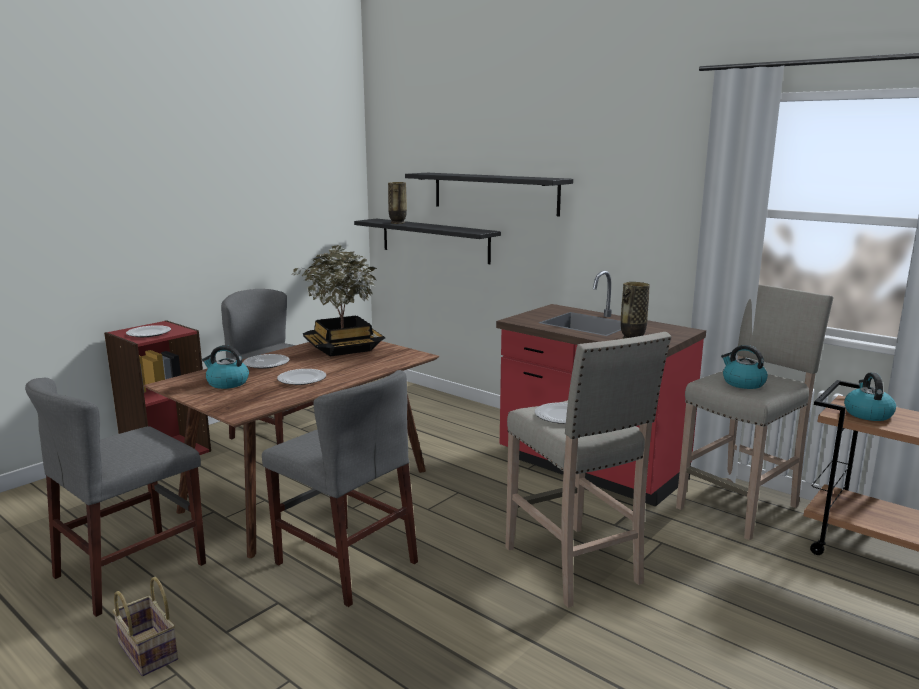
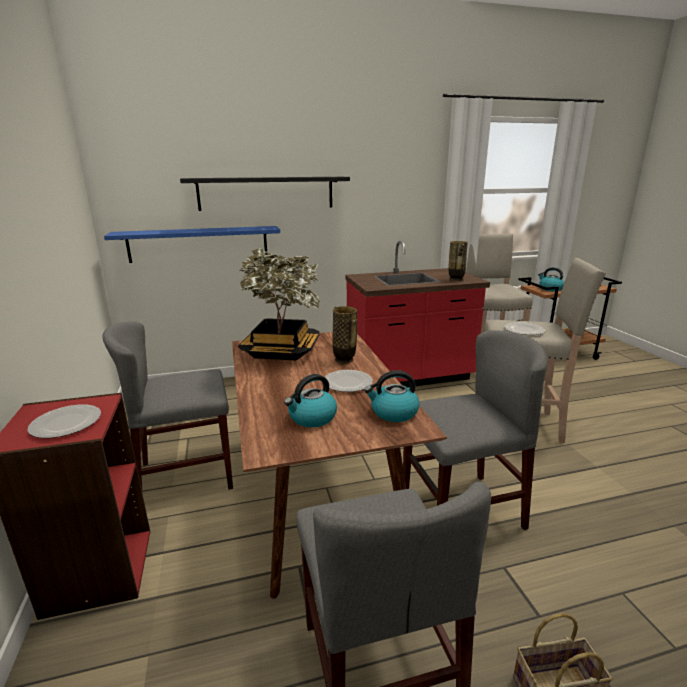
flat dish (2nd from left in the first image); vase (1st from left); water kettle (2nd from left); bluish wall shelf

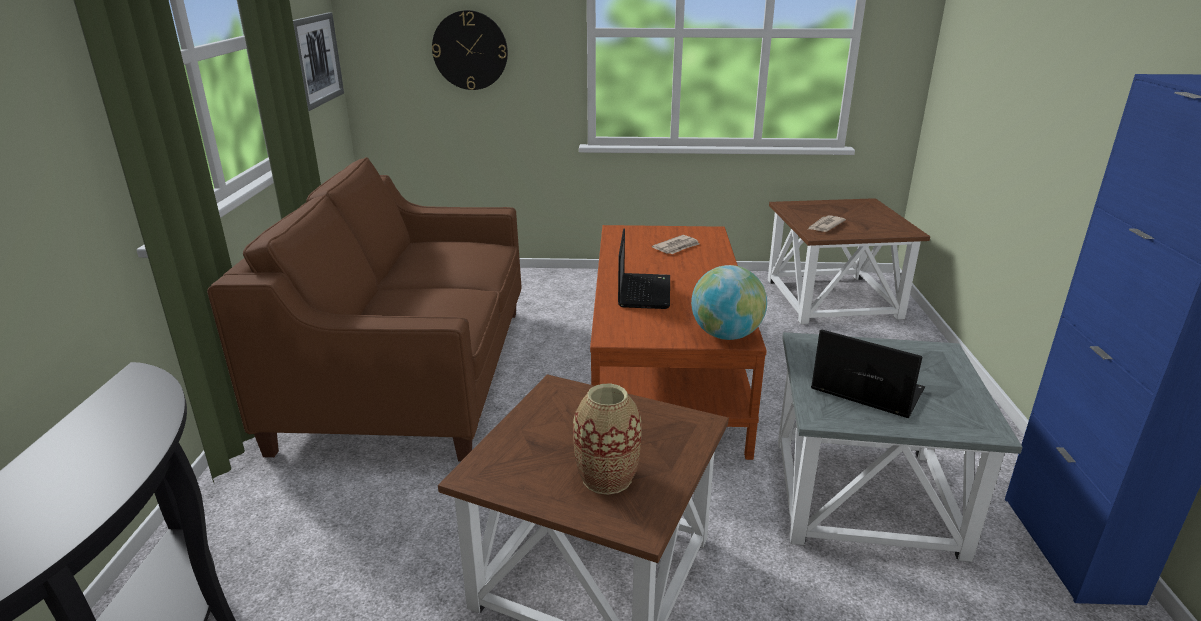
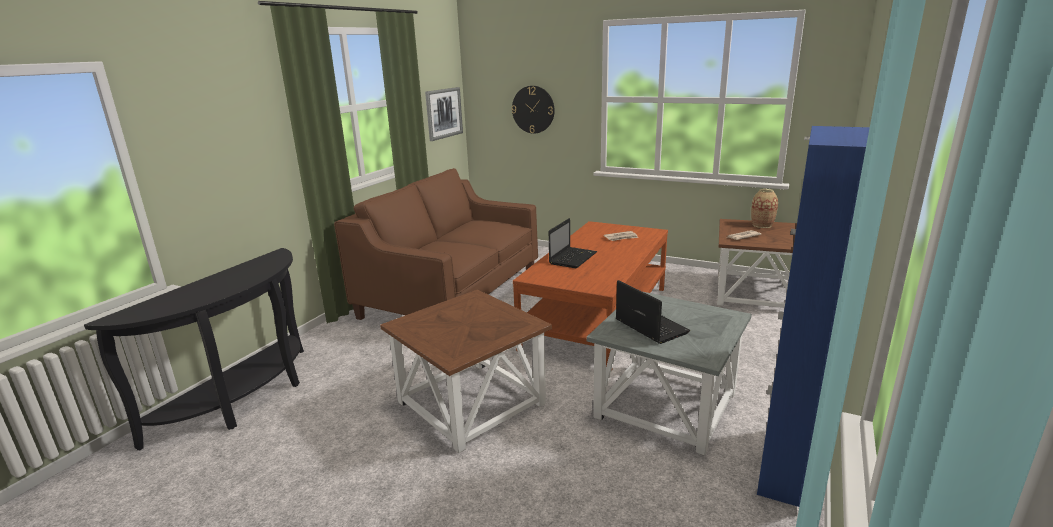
desk globe; vase

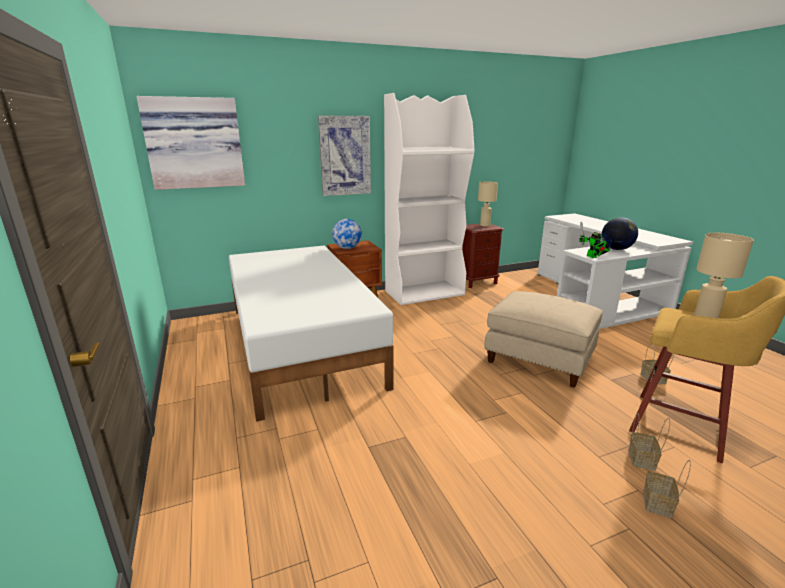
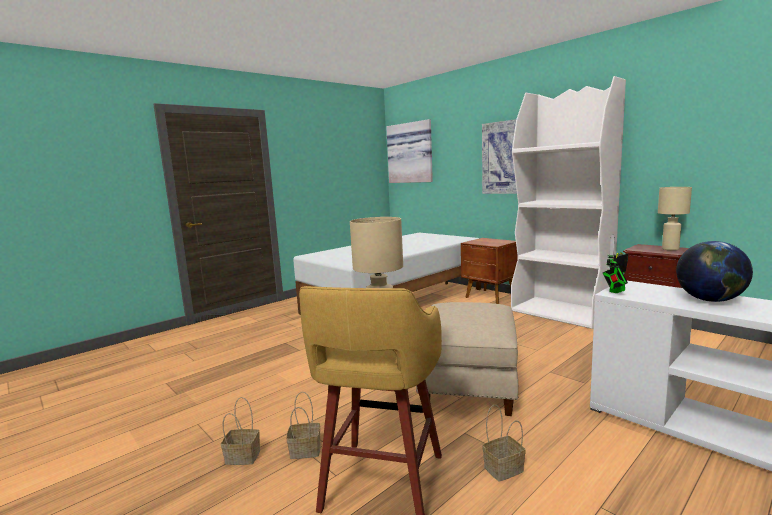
desk globe (1st from left in the first image)

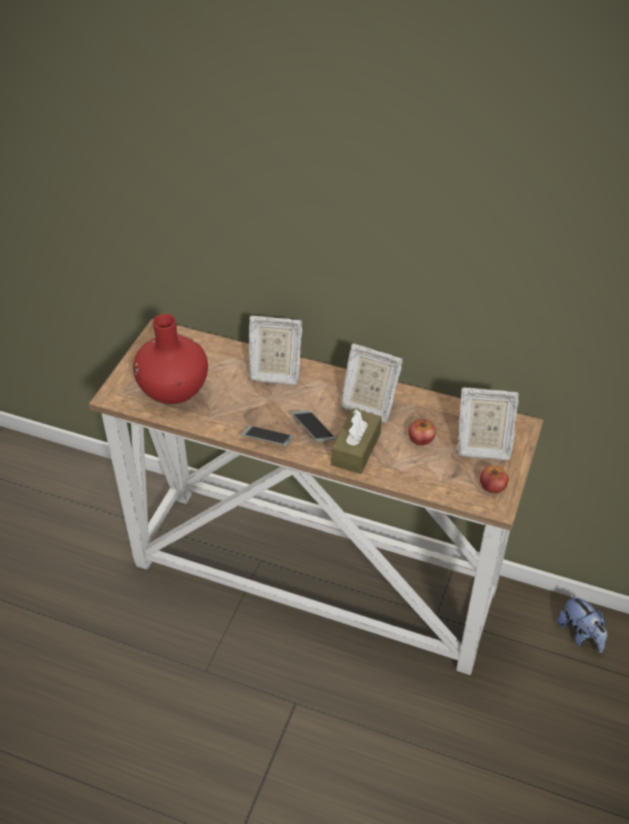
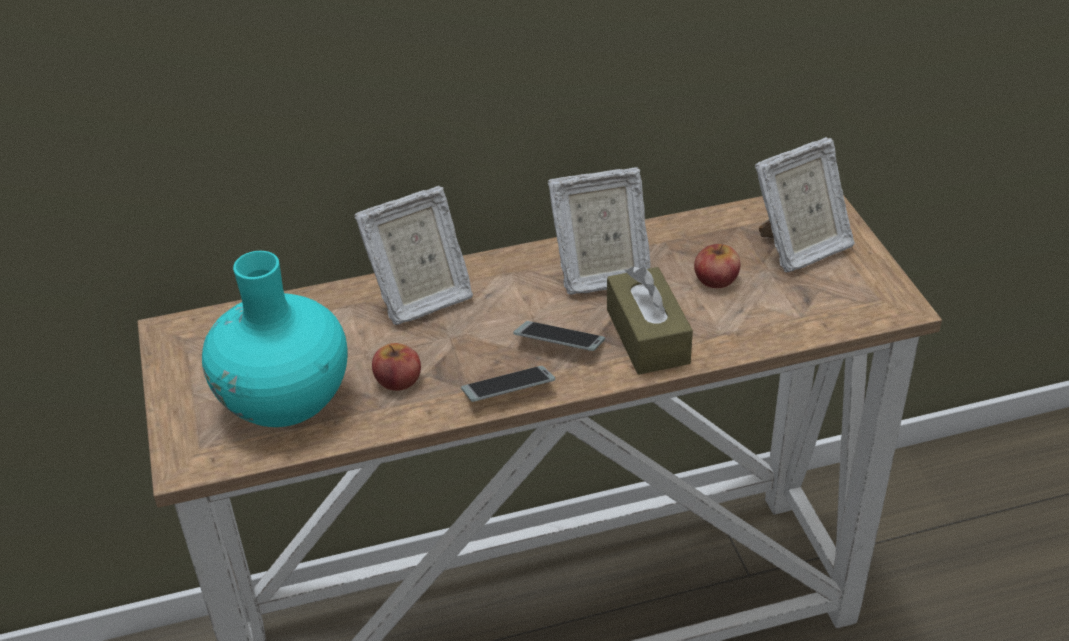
soft toy; apple fruit (1st from left); turquoise vase

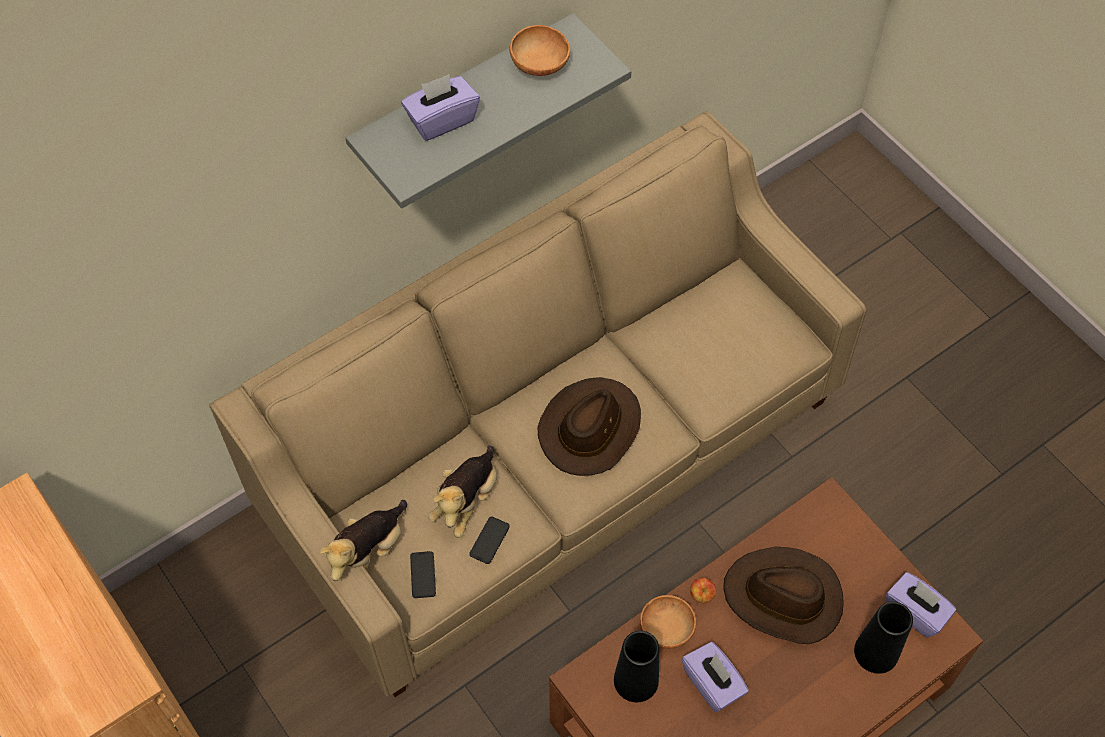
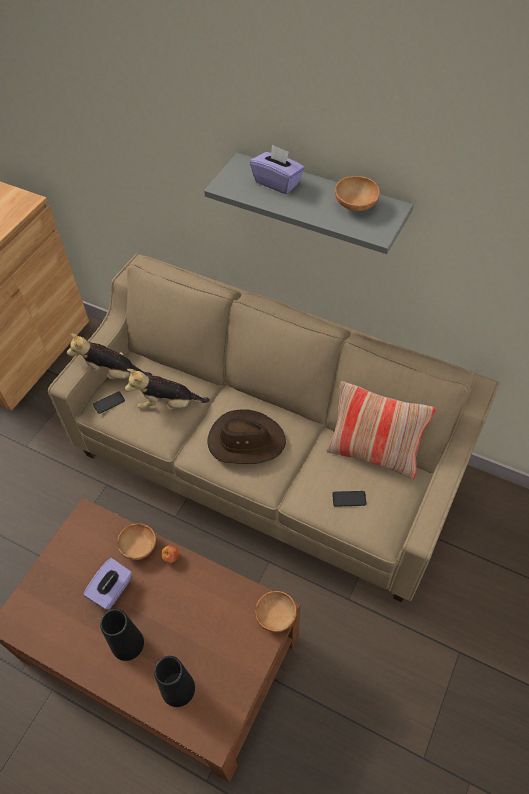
brownish clothing hat (2nd from left in the first image); purple tissue box (3rd from left in the first image); brownish serving bowl (2nd from left); pillow; telephone (2nd from left); black-coloured vase (1st from left)

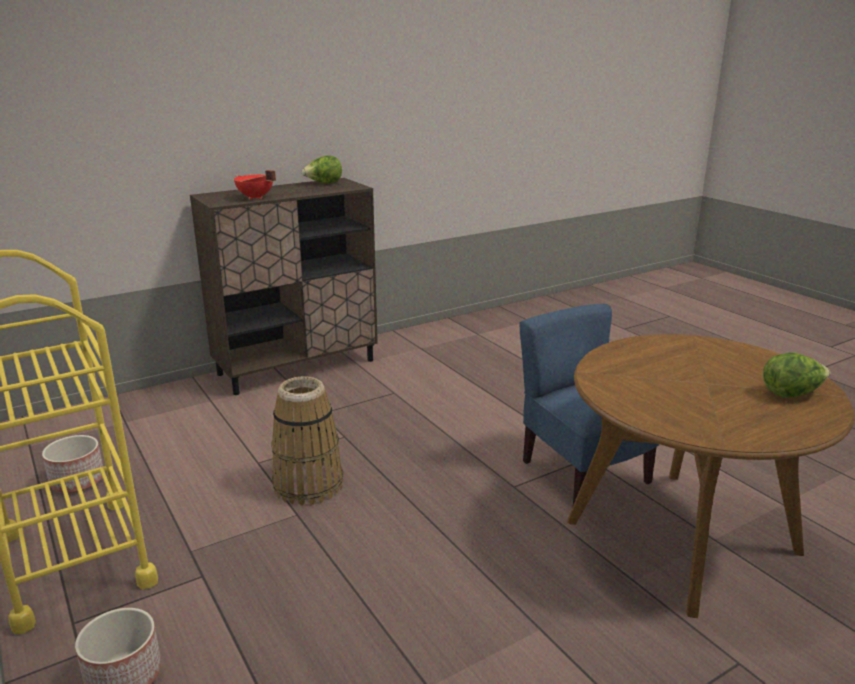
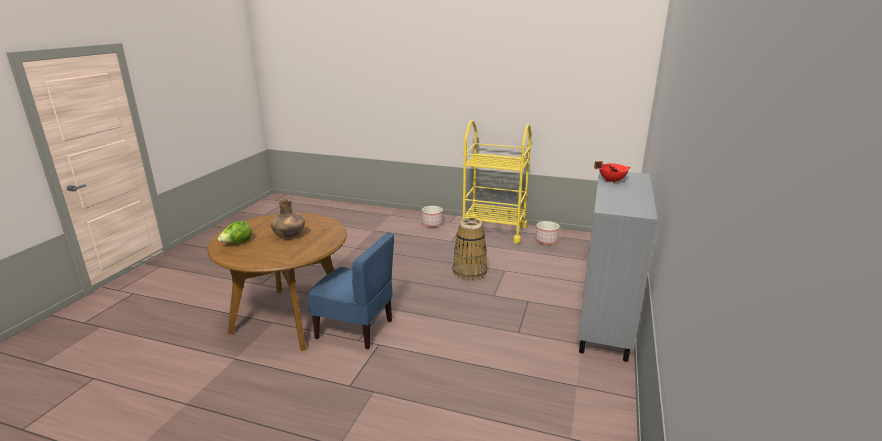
head of lettuce (1st from left in the first image); brownish vase; greyish storage cabinet

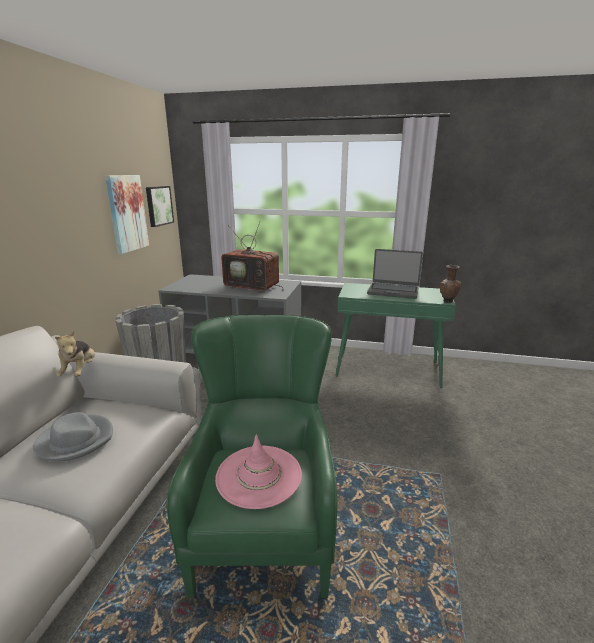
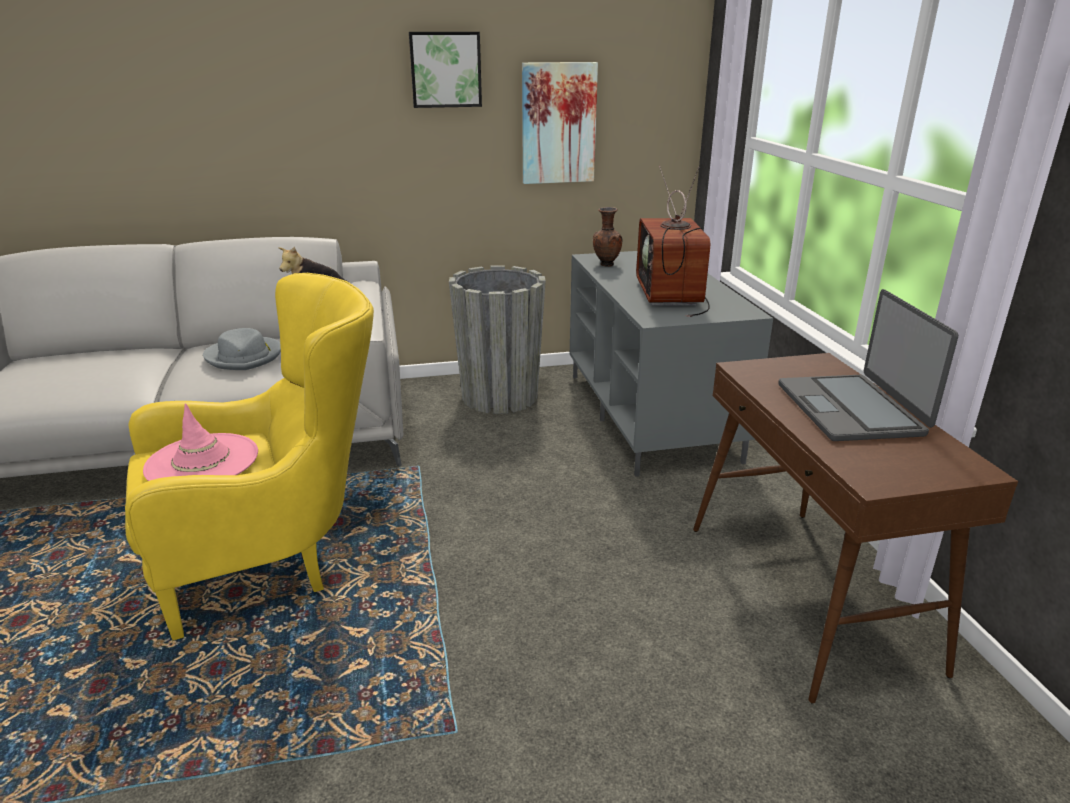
wall picture (1st from left); brownish vase; yellow-coloured easy chair; brownish narrow table

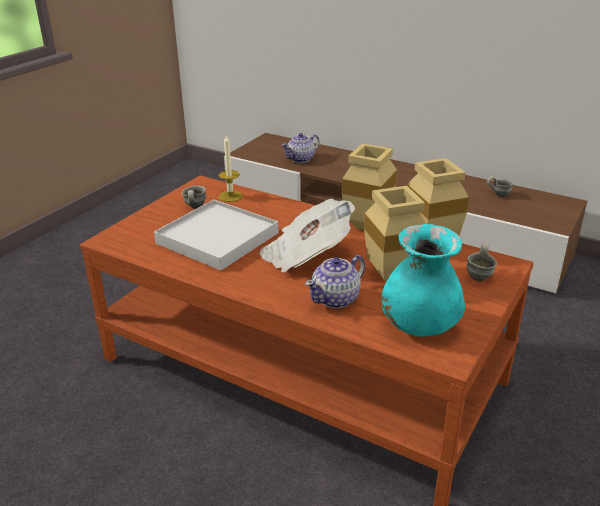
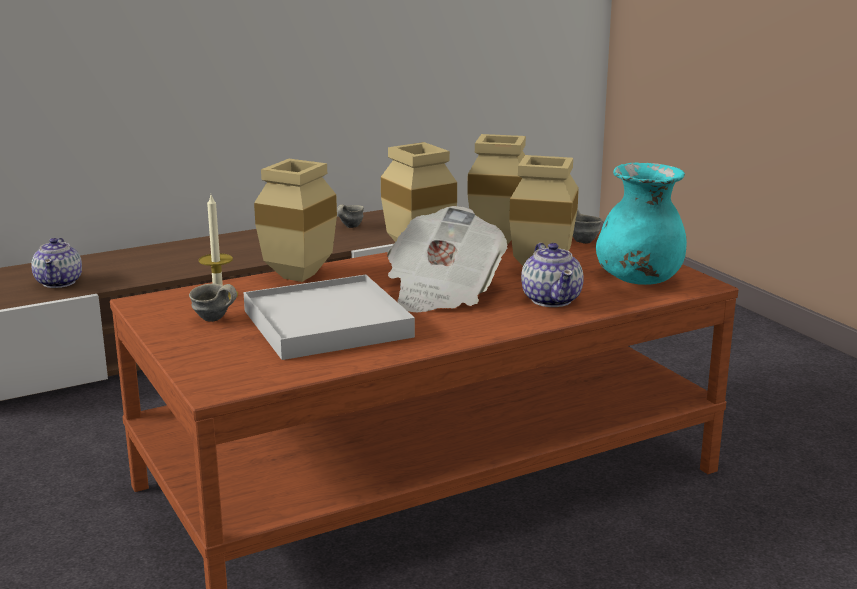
sand-coloured vase (1st from left)

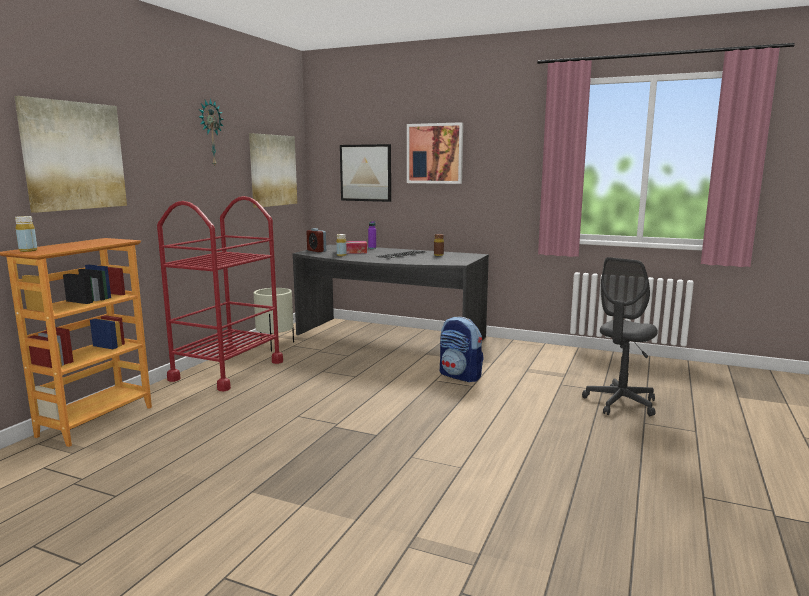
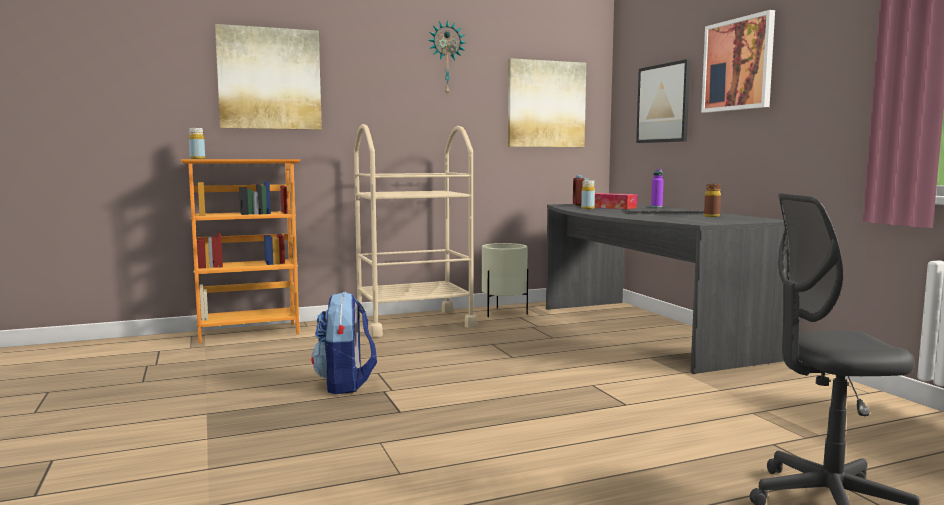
knapsack; sand-coloured cart

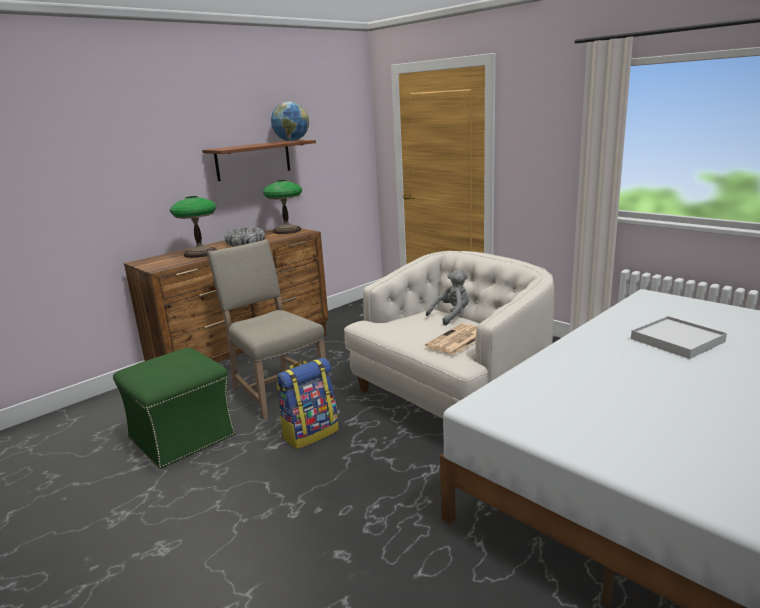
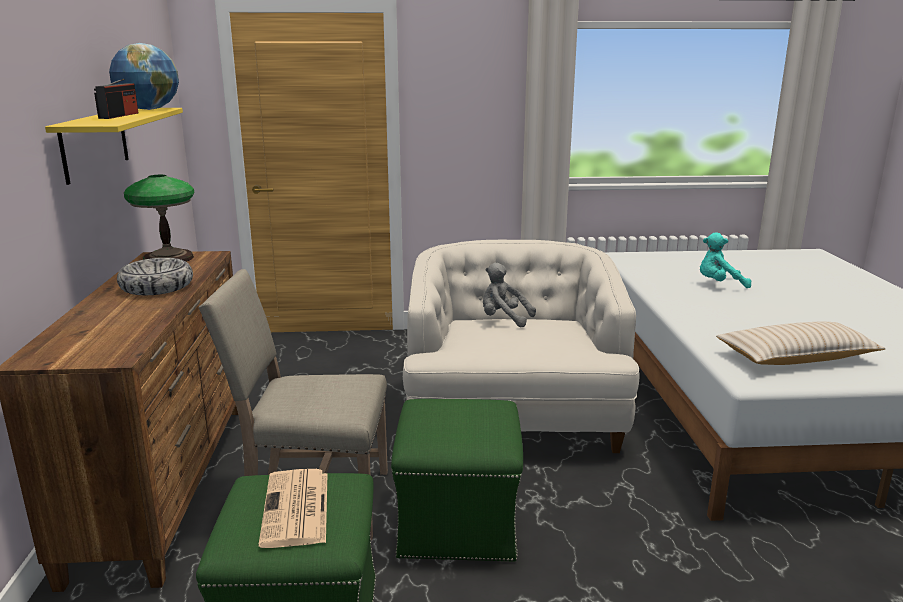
tabletop lamp (1st from left in the first image); radio set; sand-coloured pillow; newspaper; green-coloured pouffe (2nd from left); turquoise soft toy; yellow-coloured wall shelf; greyish soft toy

